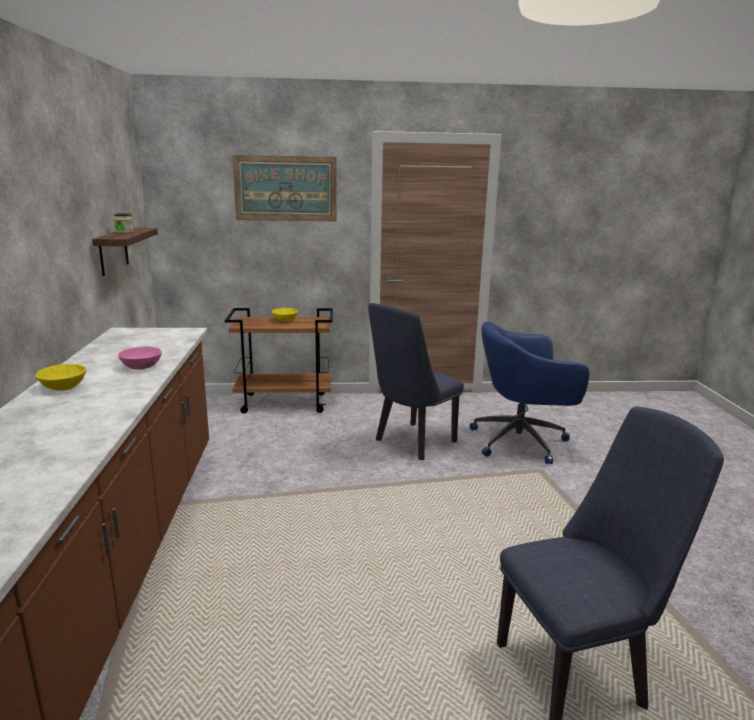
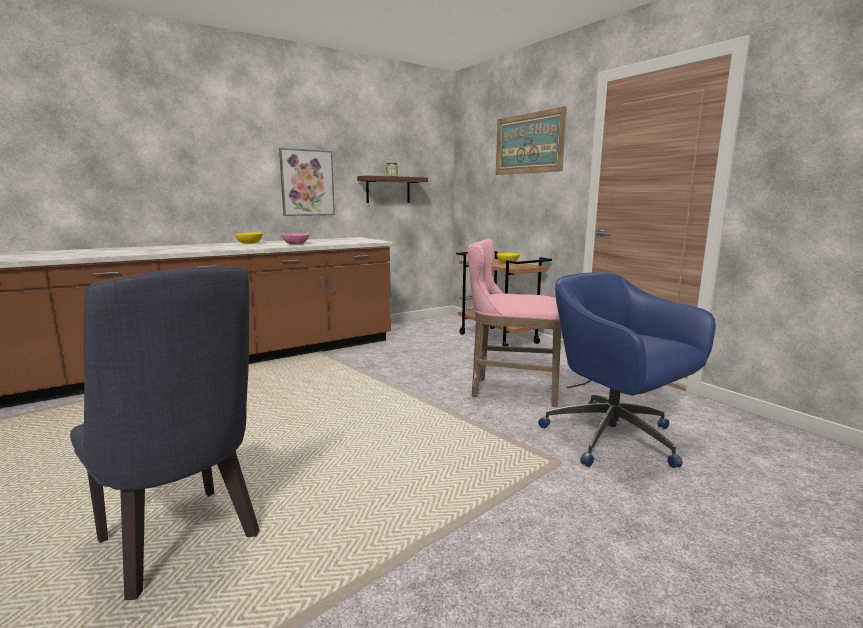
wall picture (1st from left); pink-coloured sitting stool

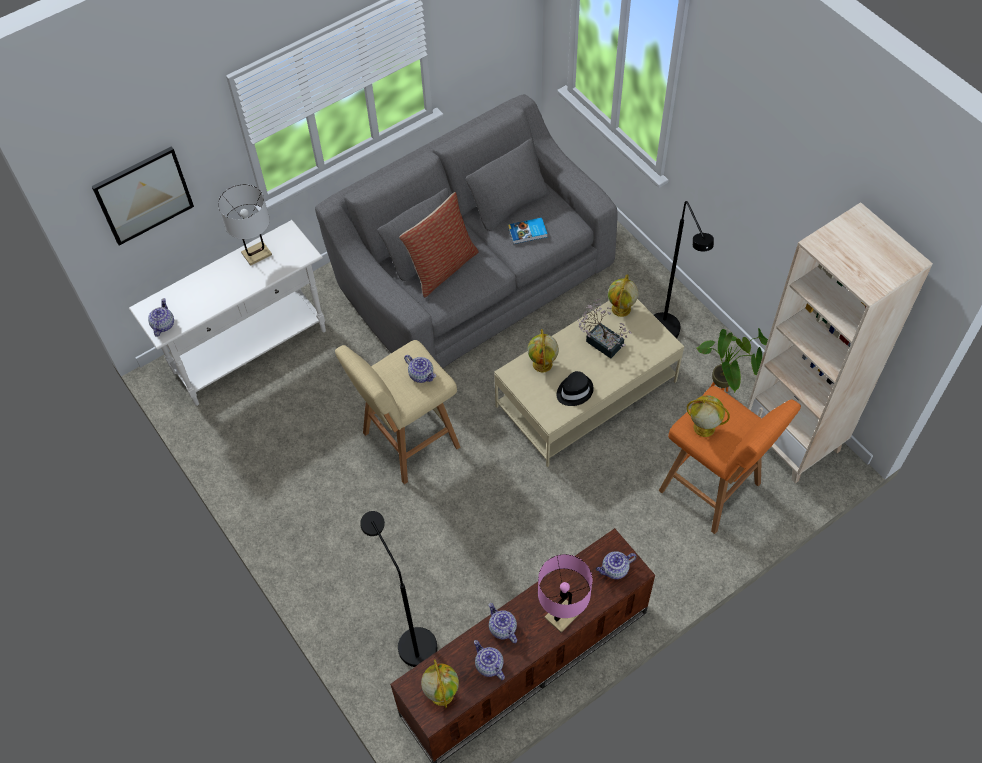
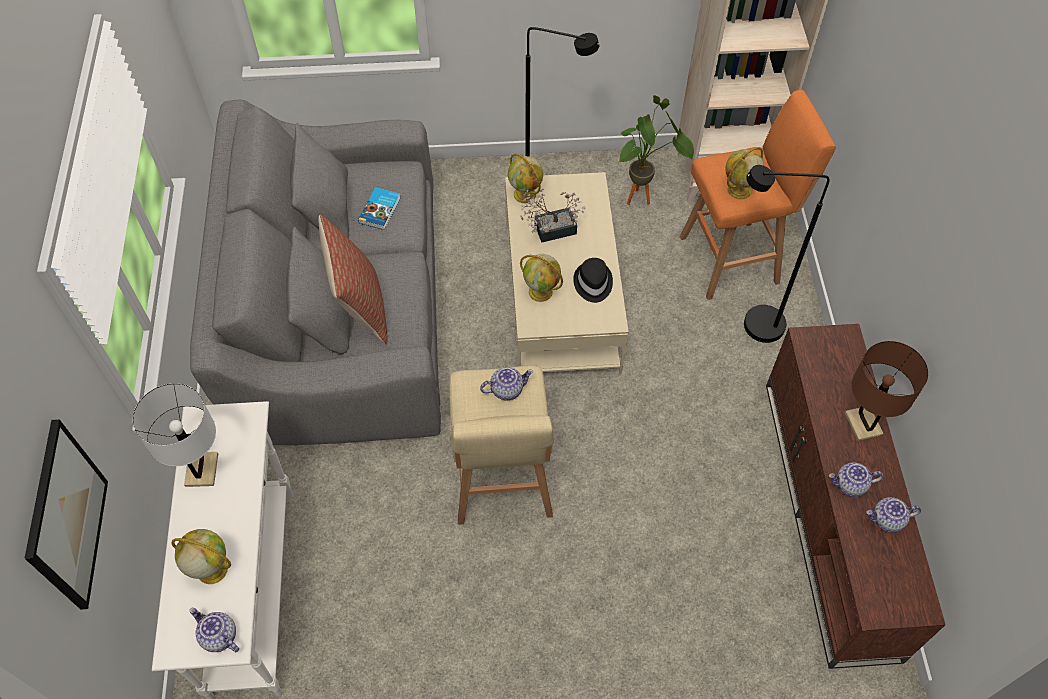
teapot (5th from left in the first image); black-coloured standard lamp (2nd from left); desk globe (1st from left); brownish tabletop lamp

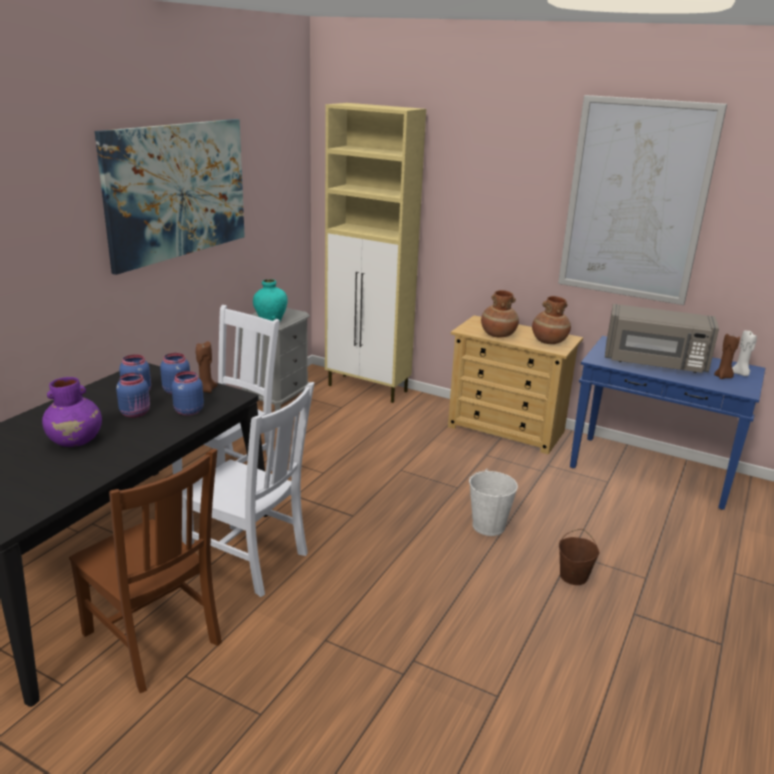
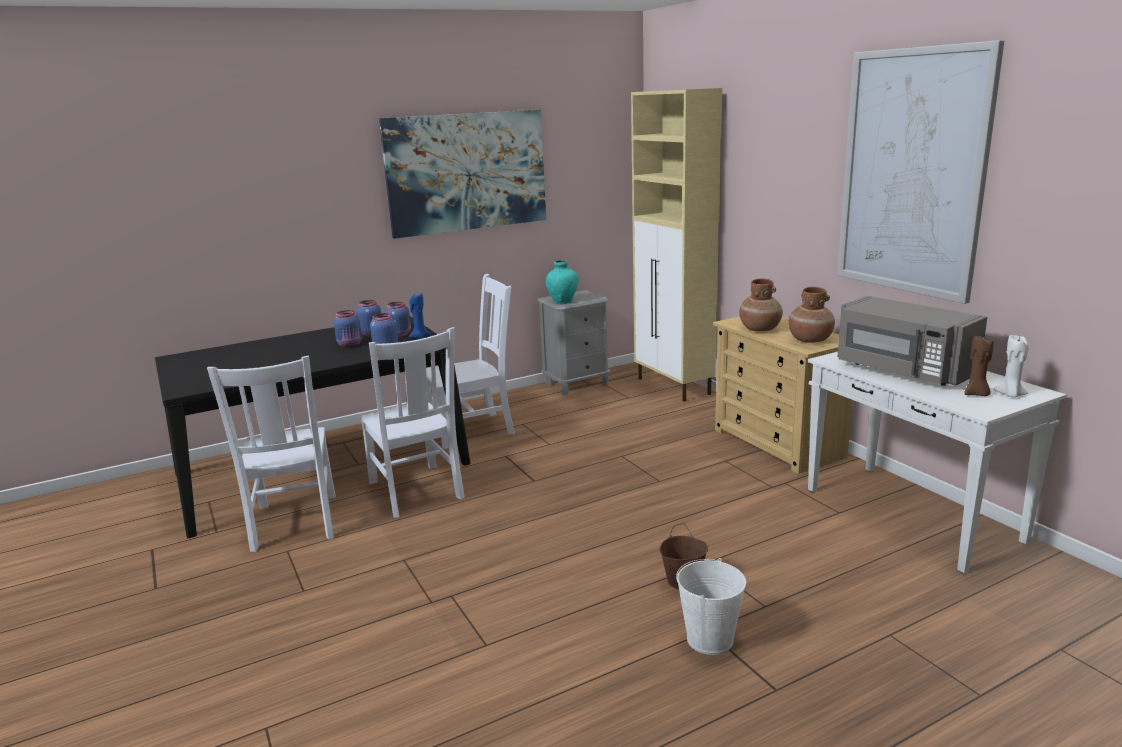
purple vase; whitish pail; whitish upright chair (1st from left); bluish wax candle; whitish narrow table

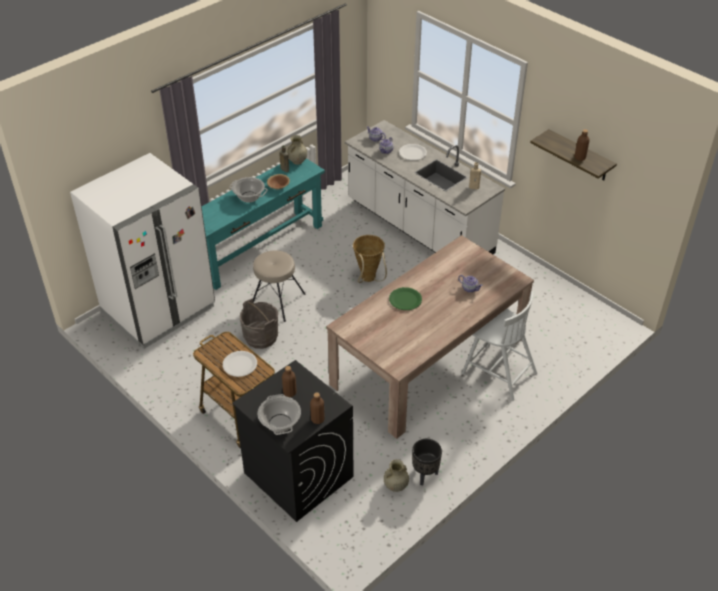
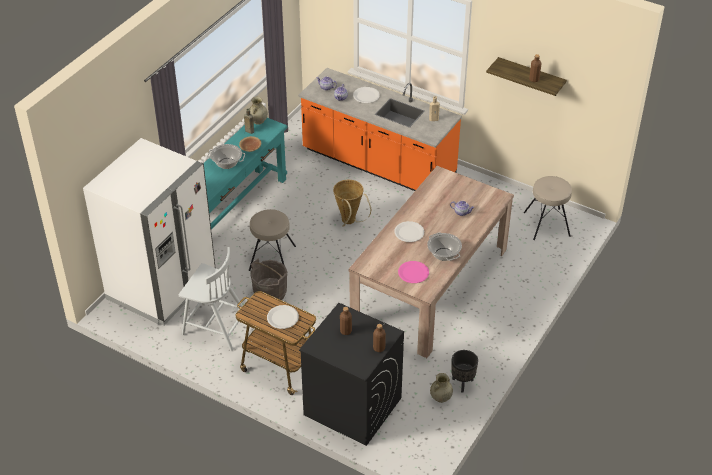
pink-coloured flat dish; sand-coloured sitting stool (2nd from left); saucepot (2nd from left); whitish upright chair; orange kitchen counter; whitish flat dish (3rd from left)

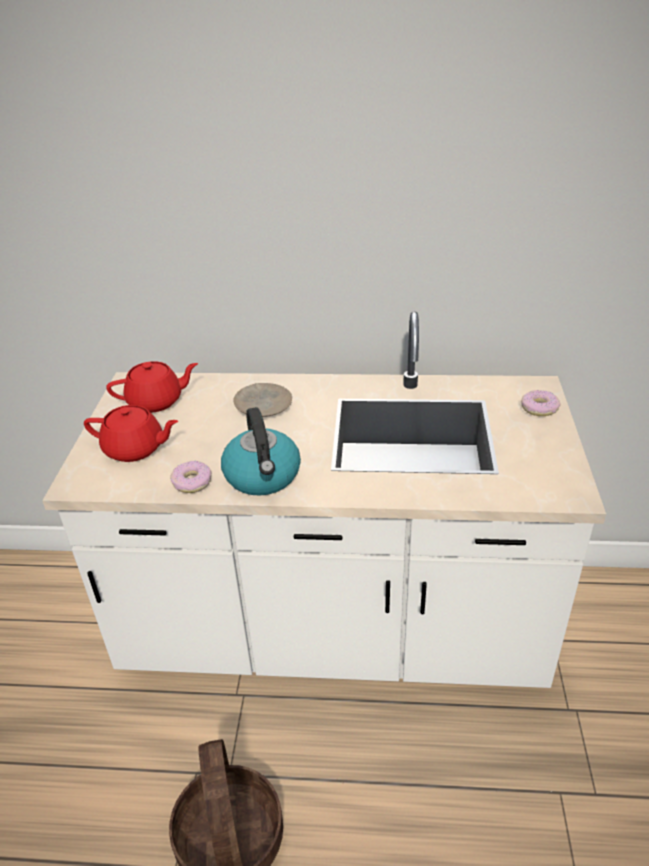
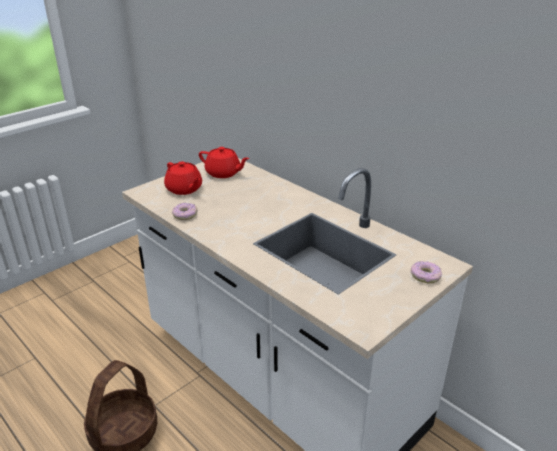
water kettle; sand-coloured flat dish

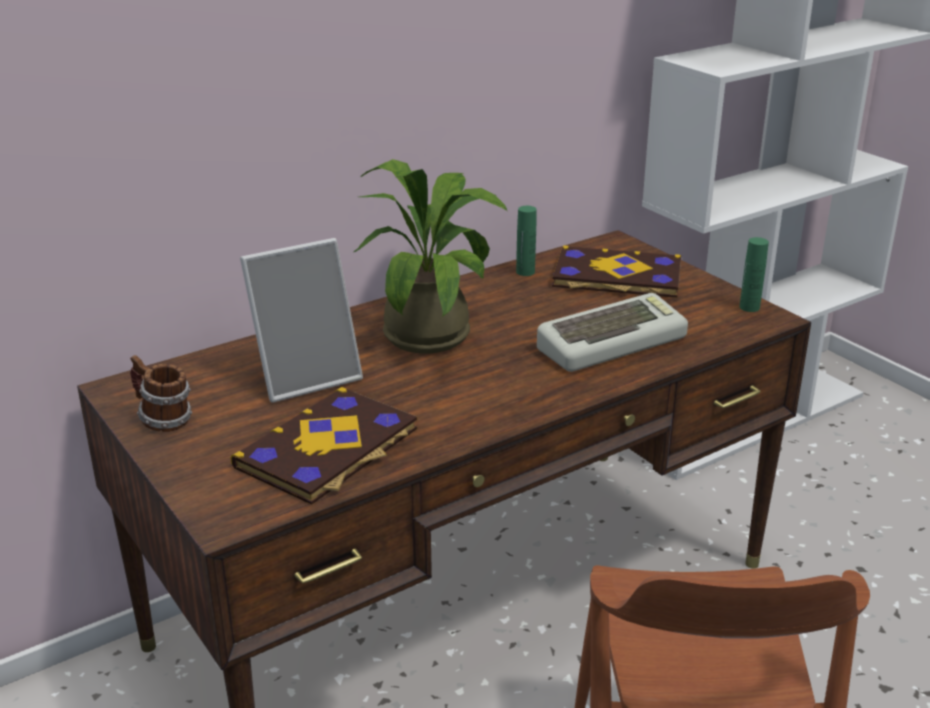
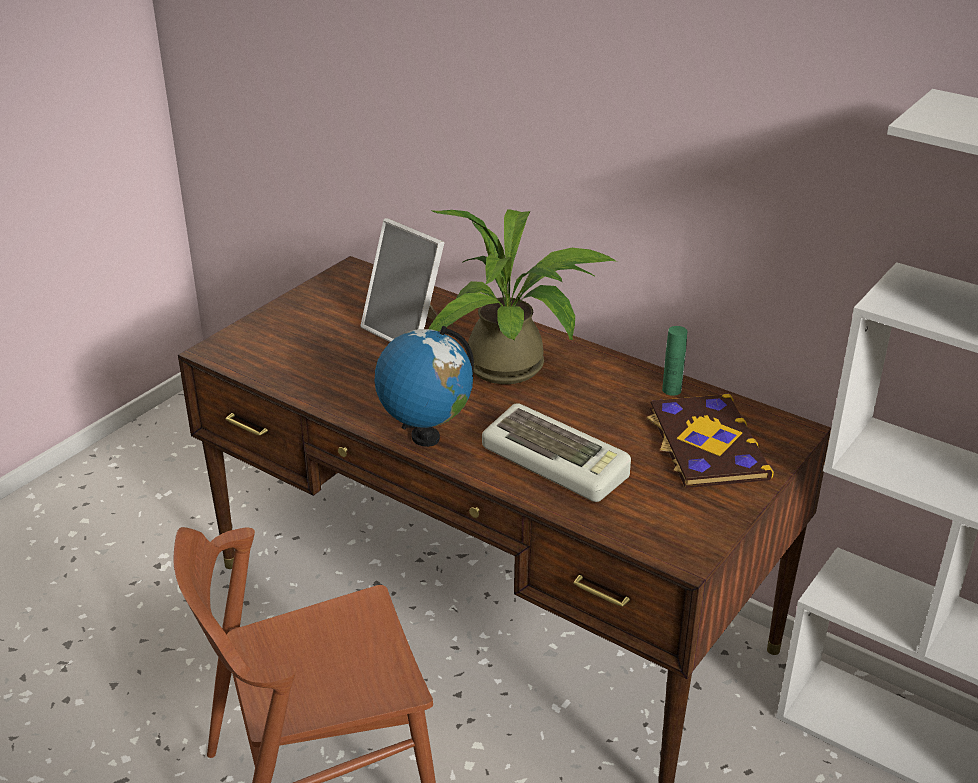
mug; bound book (1st from left in the first image); green-coloured beverage bottle (2nd from left in the first image); desk globe

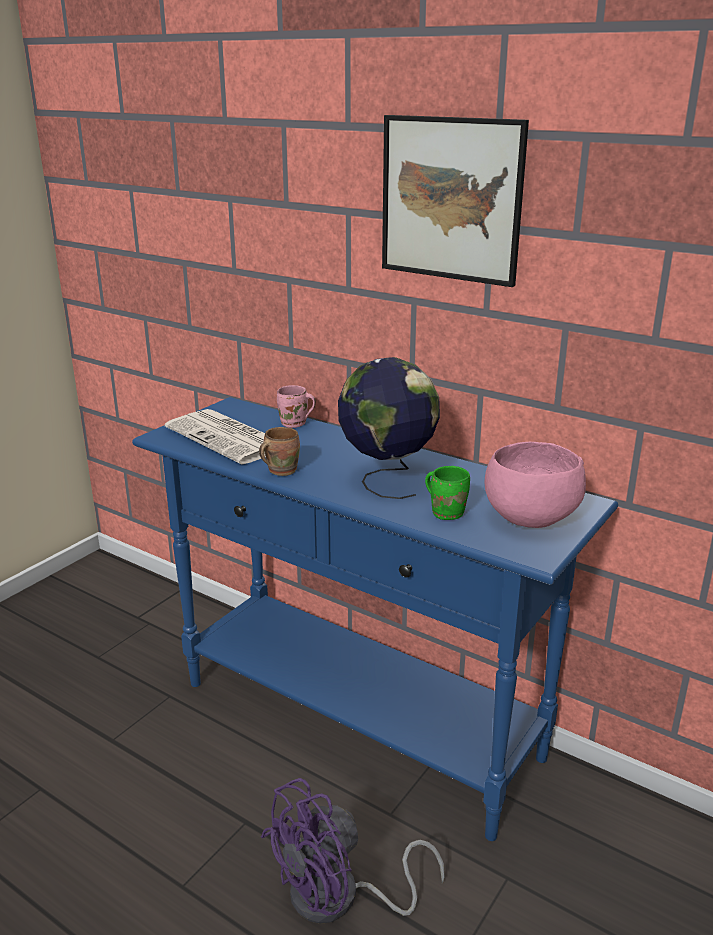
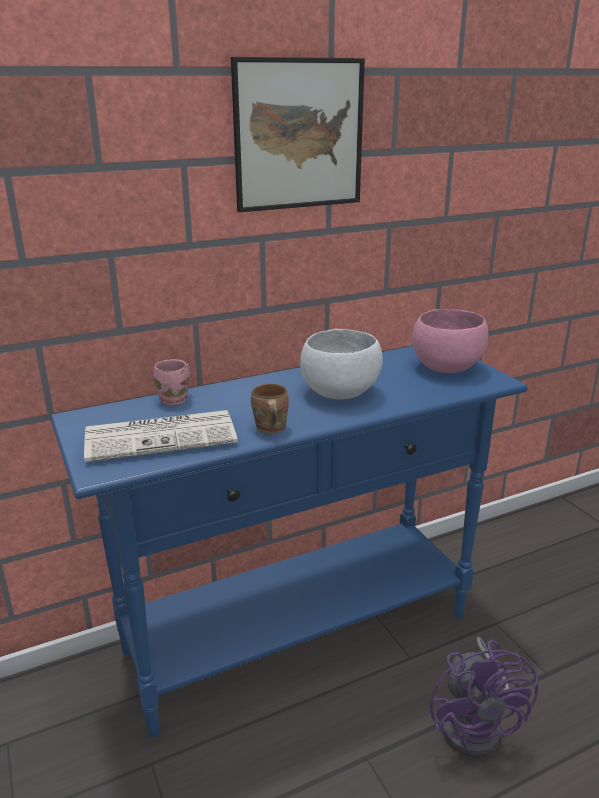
green-coloured mug; whitish serving bowl

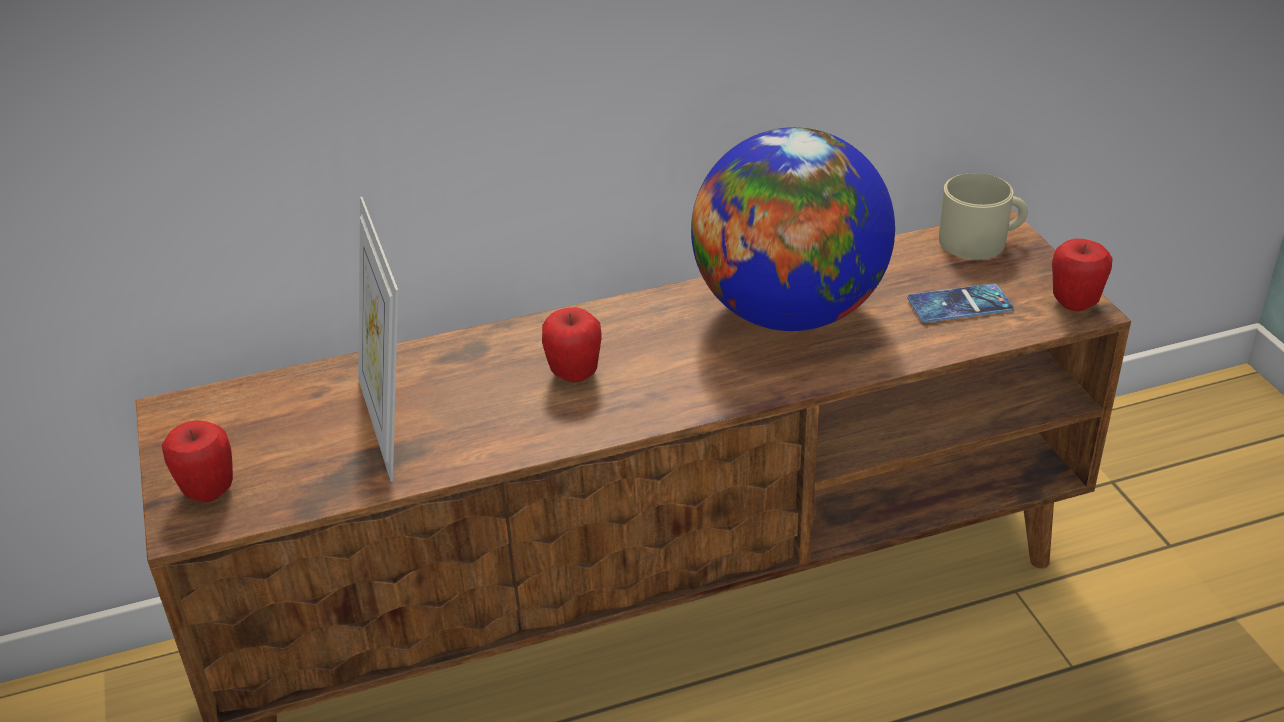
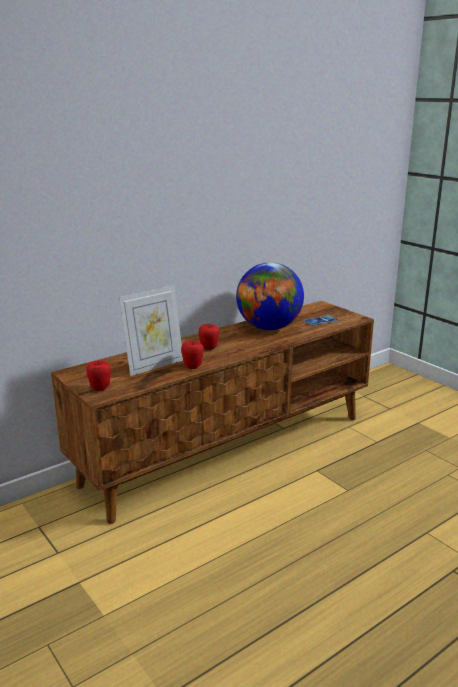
sand-coloured mug; apple fruit (2nd from left); picture frame

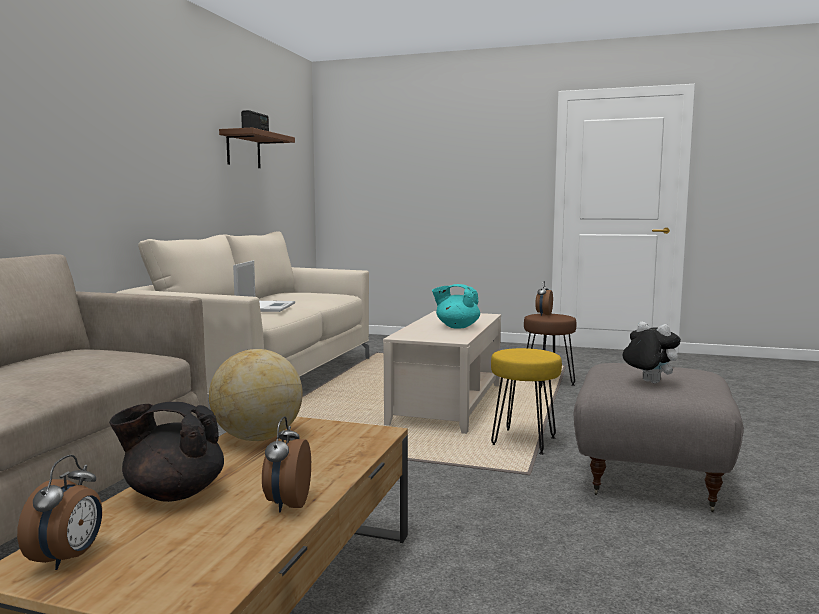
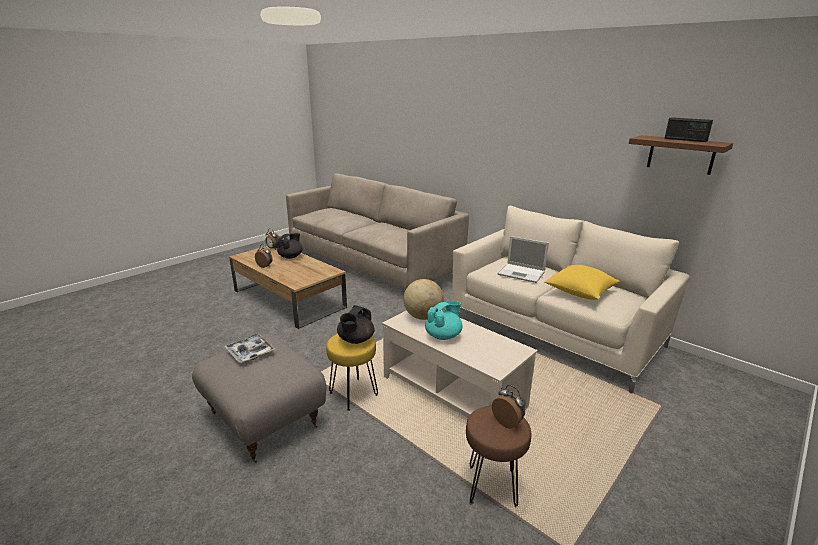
black-coloured teapot (2nd from left); yellow-coloured pillow; desk globe; carrying tray

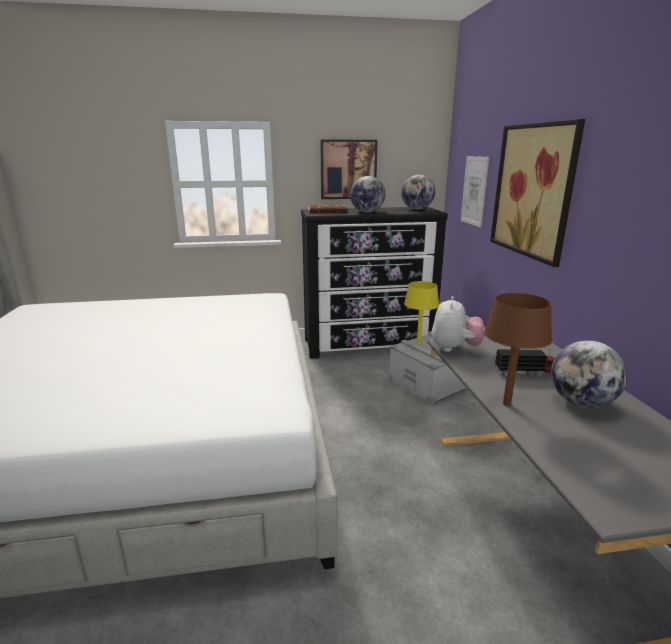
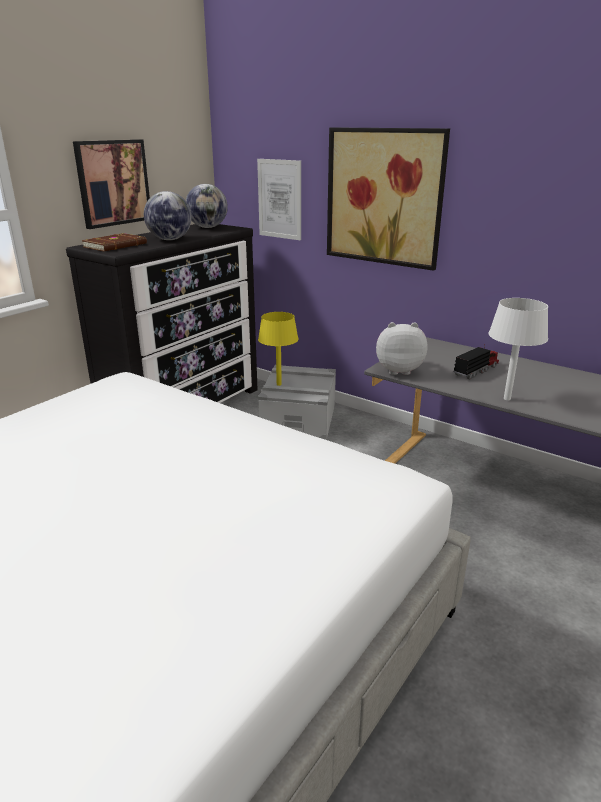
desk globe (3rd from left in the first image); whitish tabletop lamp; soft toy

